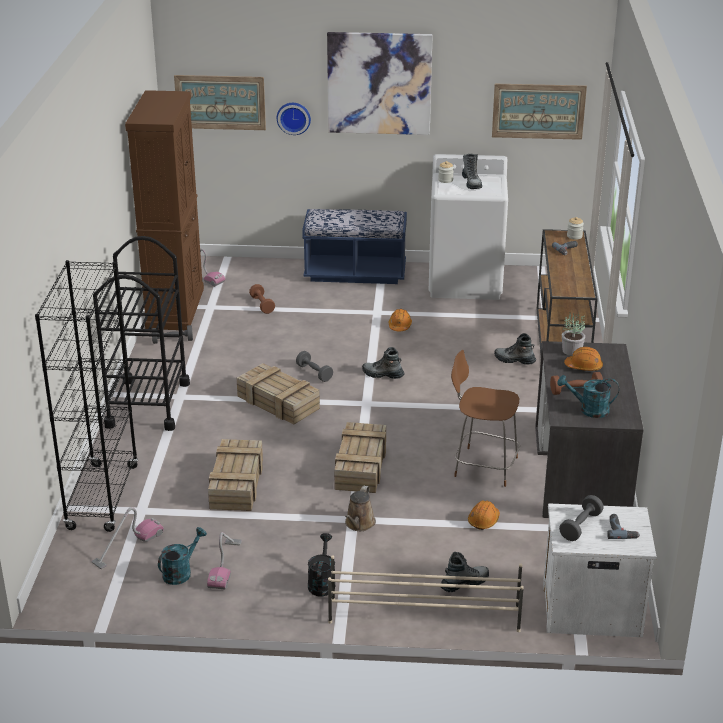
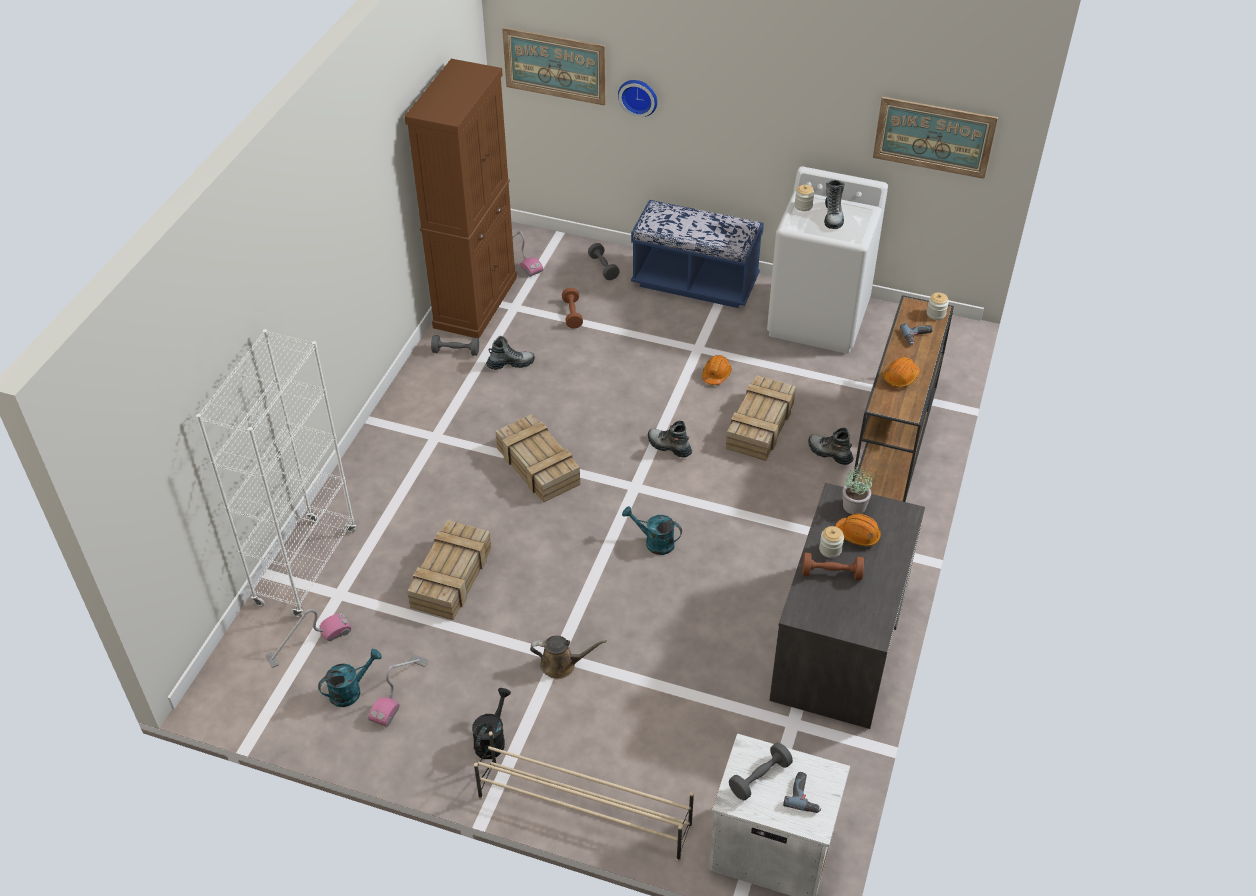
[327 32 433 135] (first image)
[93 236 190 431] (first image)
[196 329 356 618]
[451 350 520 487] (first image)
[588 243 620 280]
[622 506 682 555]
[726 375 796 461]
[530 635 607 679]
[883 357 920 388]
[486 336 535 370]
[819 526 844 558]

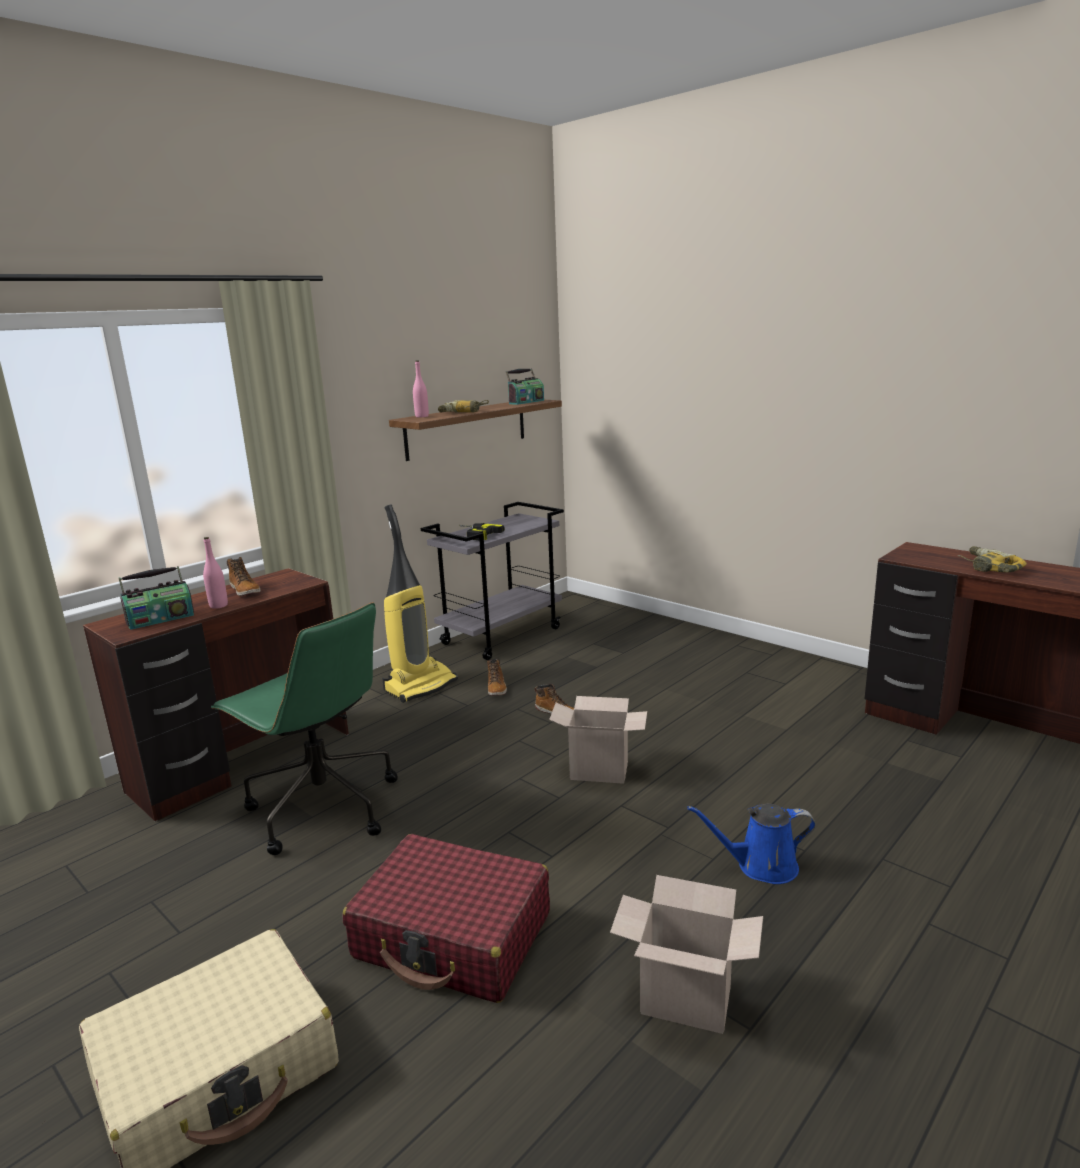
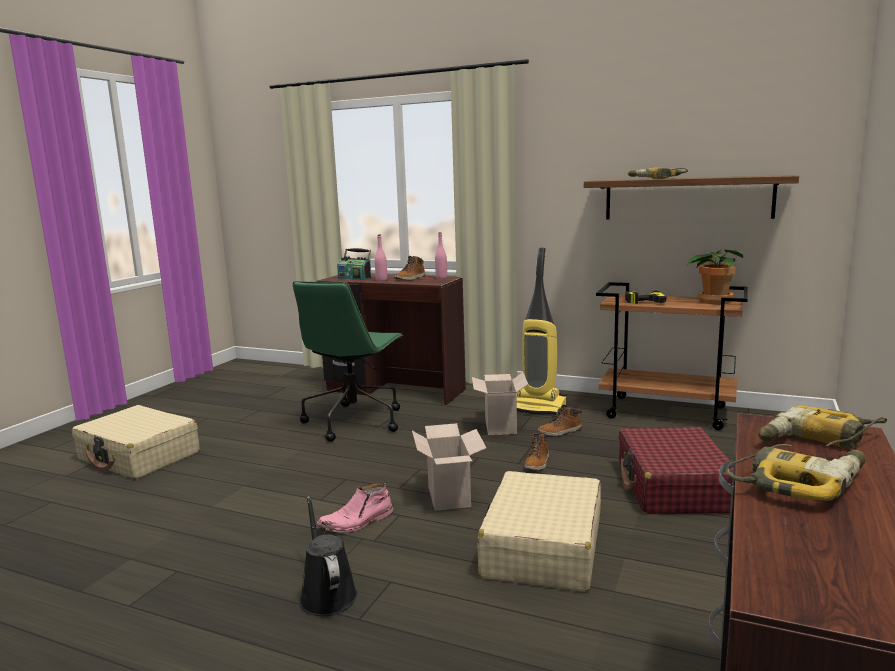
[435 232 447 279]
[506 369 544 405] (first image)
[596 282 748 430]
[299 496 357 616]
[619 427 733 514]
[472 372 528 435]
[686 250 743 304]
[758 406 887 449]
[477 471 601 592]
[317 483 393 533]

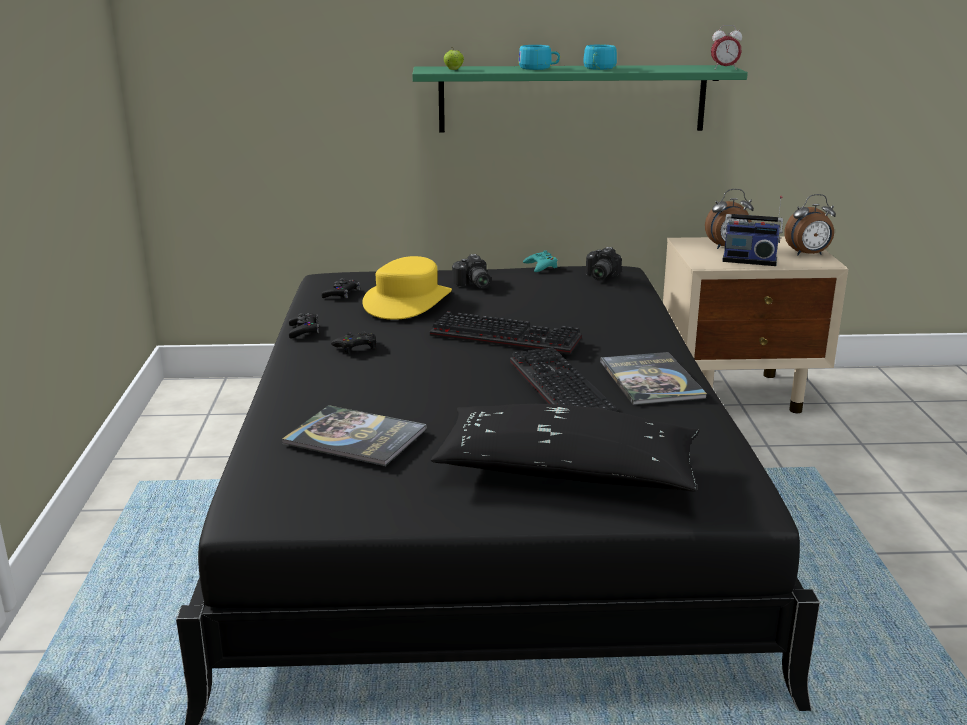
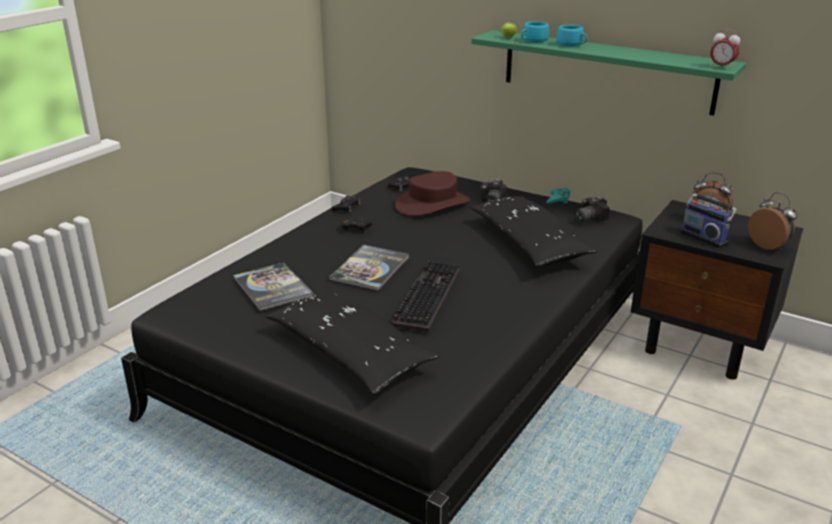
[521 21 549 43]
[748 192 797 250]
[631 200 803 380]
[395 171 470 216]
[430 311 582 354] (first image)
[329 245 409 291]
[470 196 598 266]

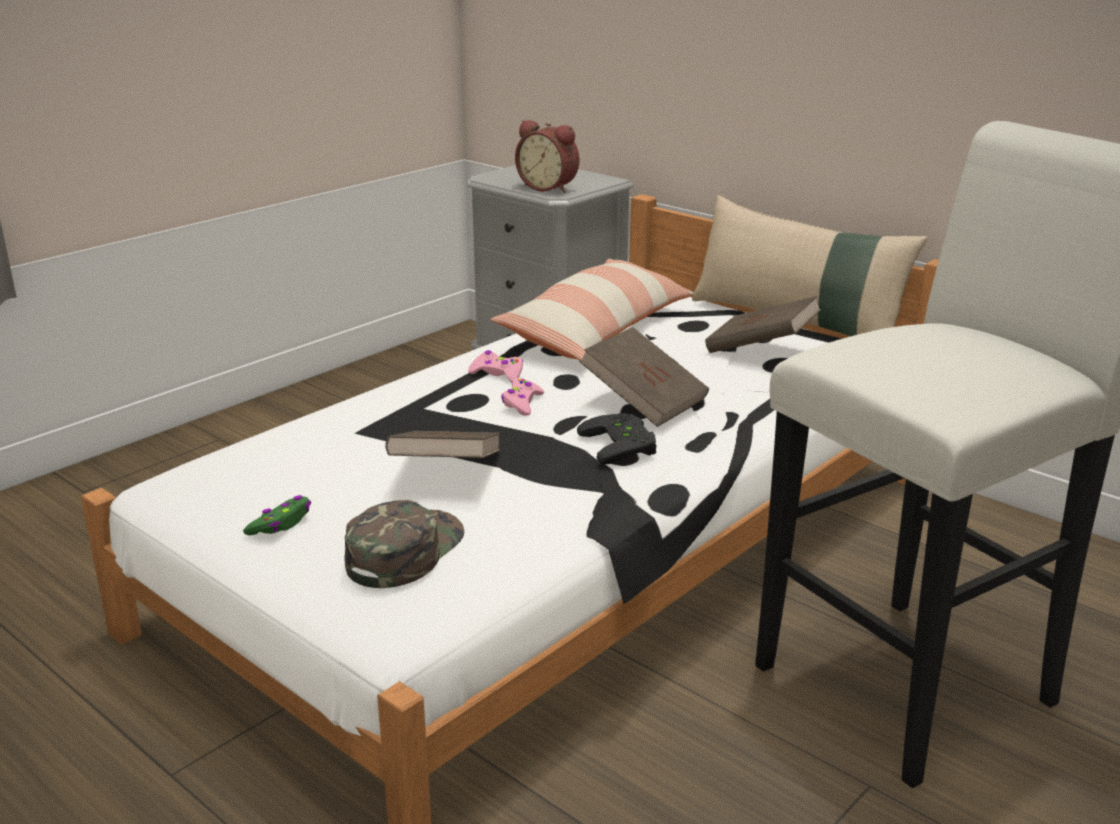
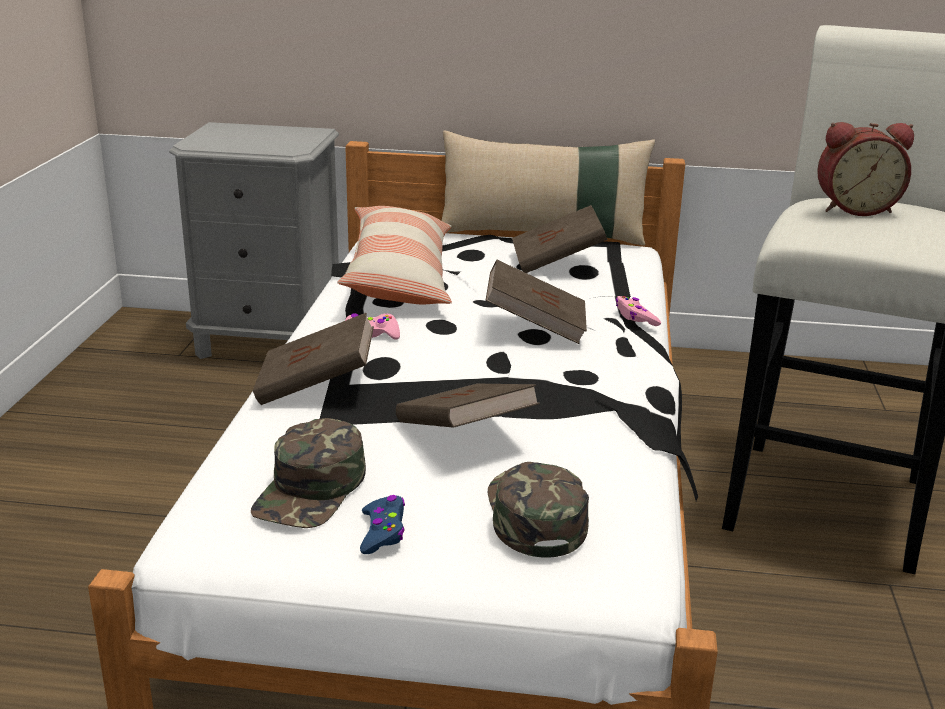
[817 122 914 216]
[616 296 661 326]
[577 413 656 464] (first image)
[360 495 405 554]
[253 313 374 405]
[251 418 366 528]

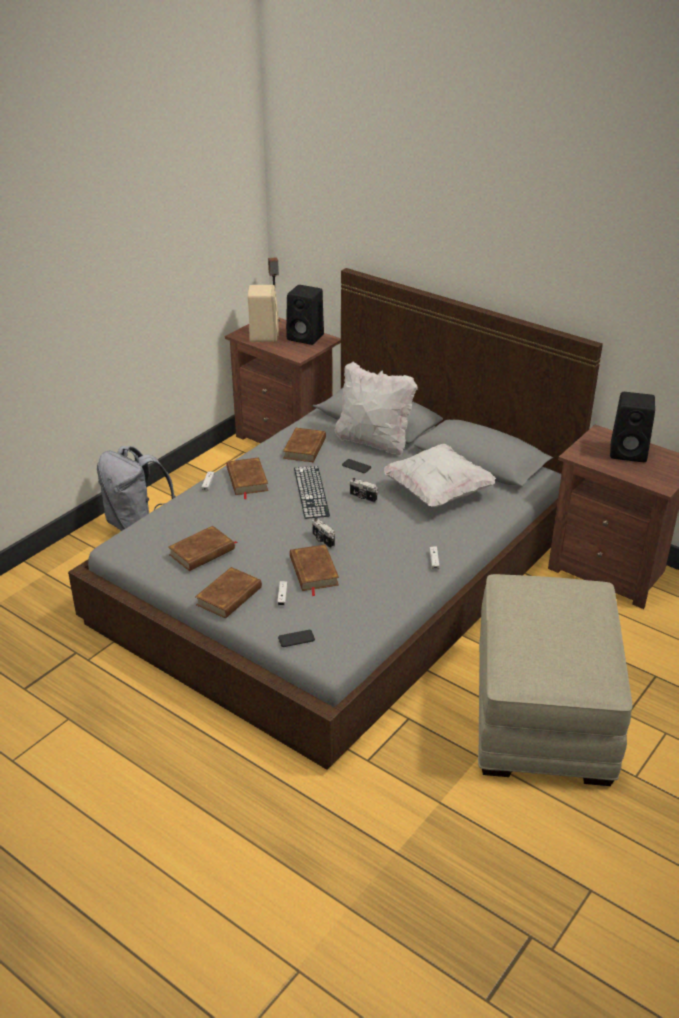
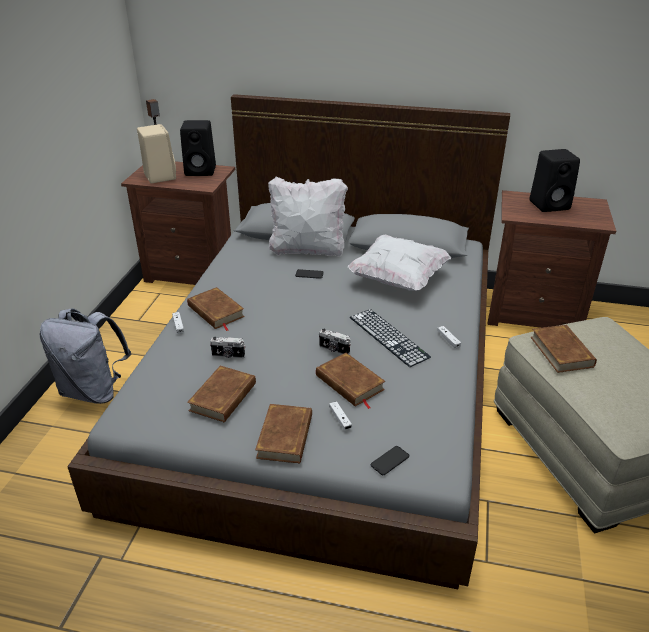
[531 325 597 373]
[350 309 431 367]
[210 337 245 359]

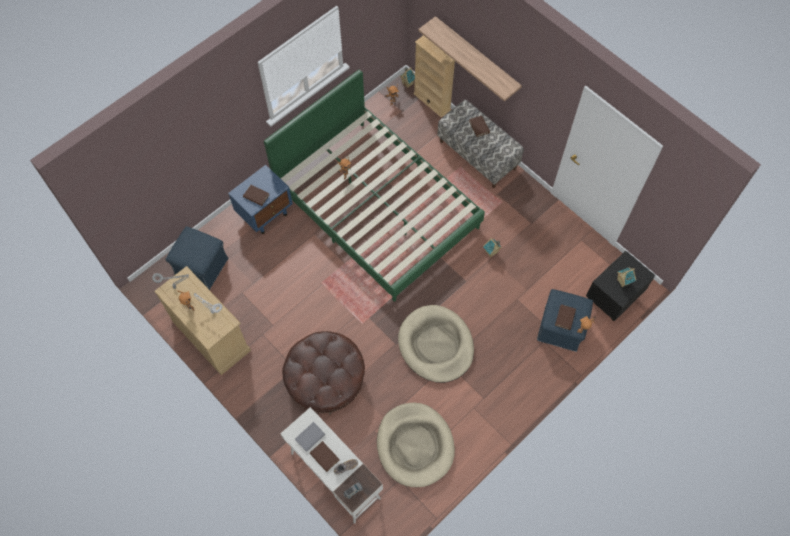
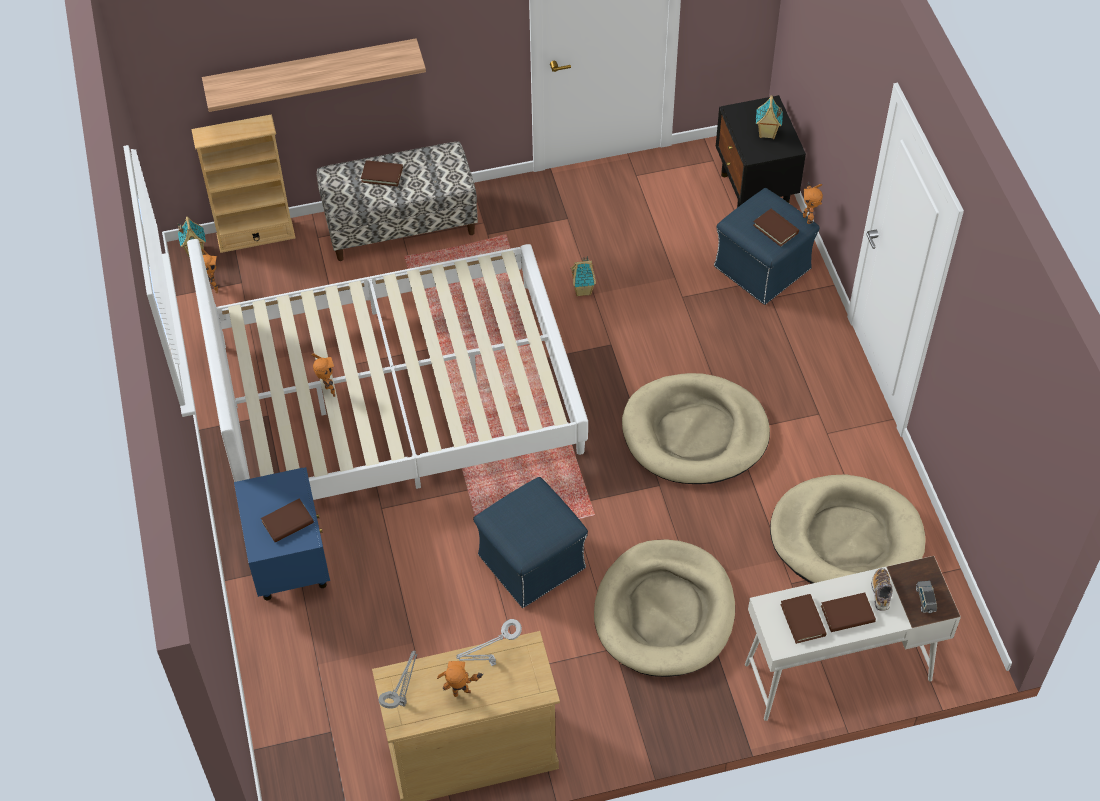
[187 239 588 500]
[473 477 588 608]
[594 539 735 677]
[780 594 827 644]

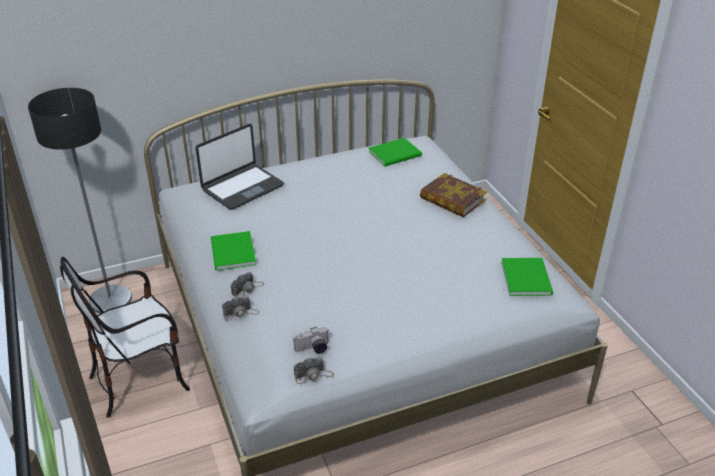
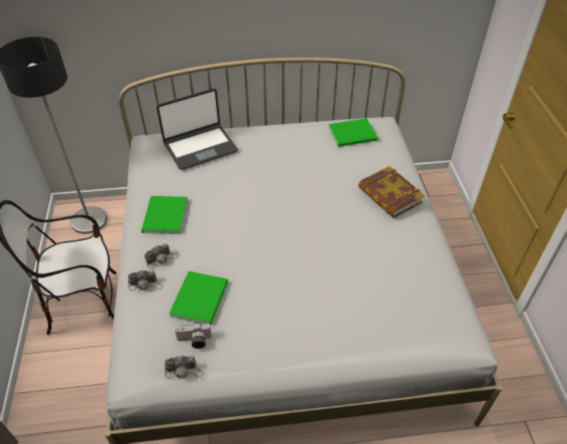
[169 271 228 325]

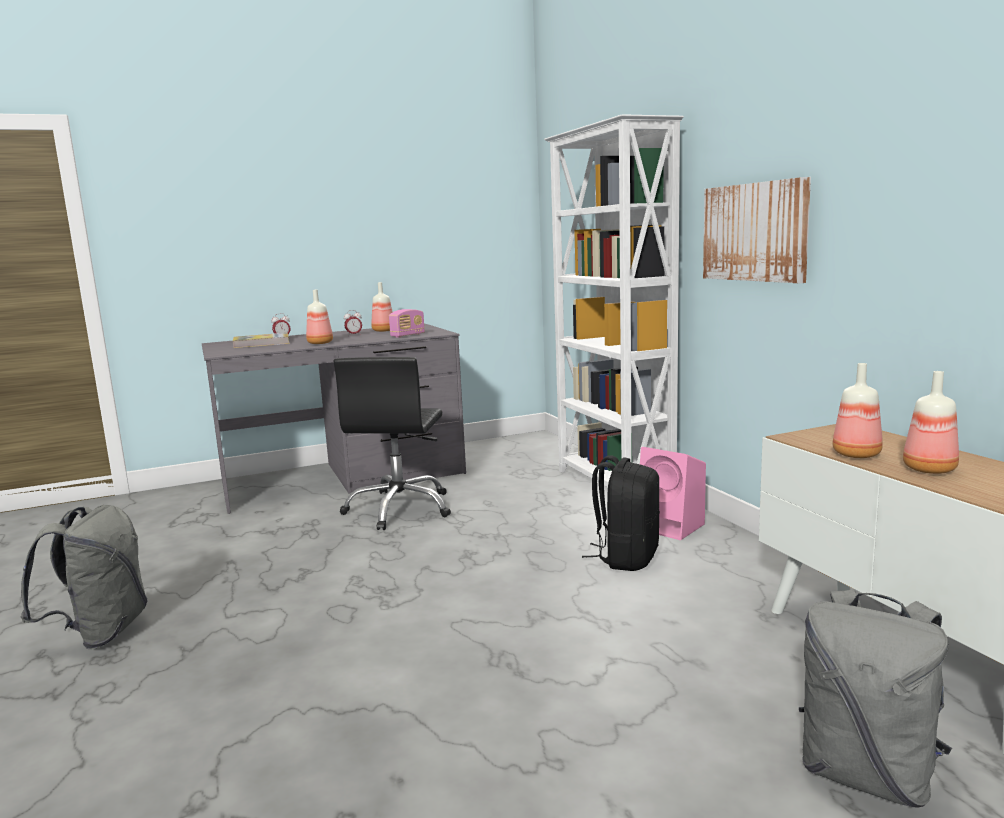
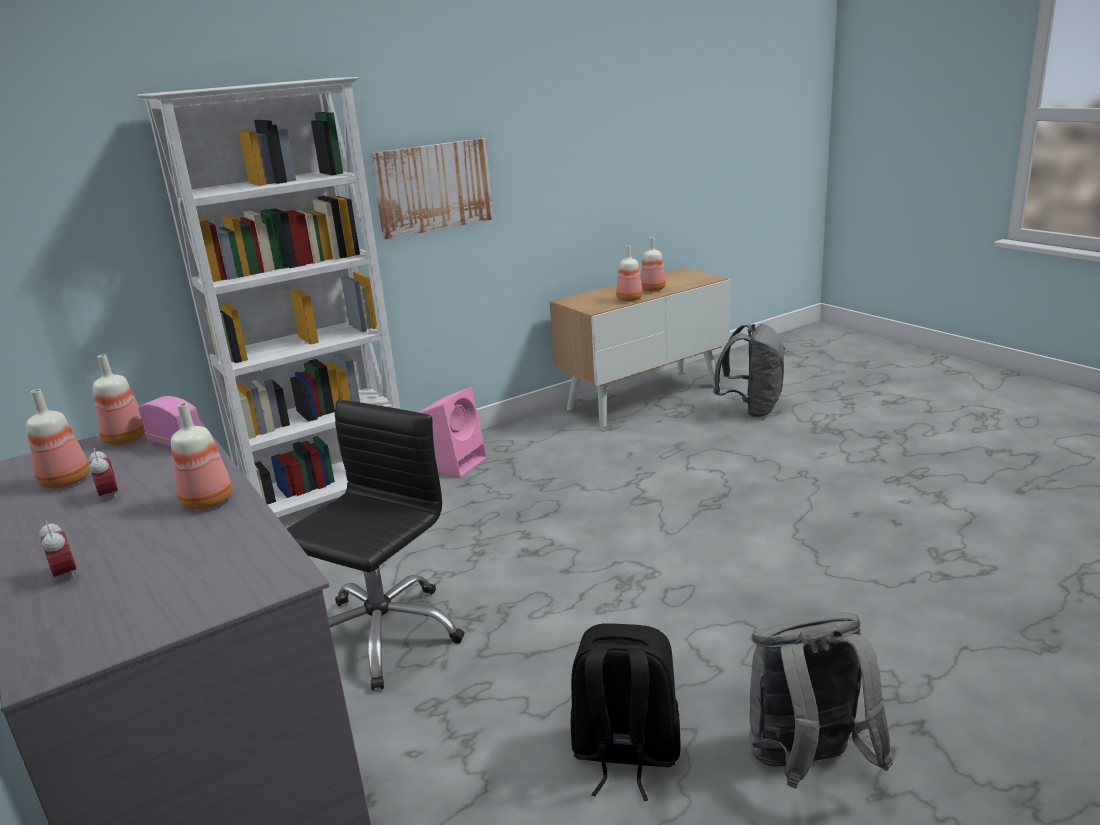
[233 333 290 348] (first image)
[286 400 464 691]
[571 623 681 801]
[93 354 145 445]

